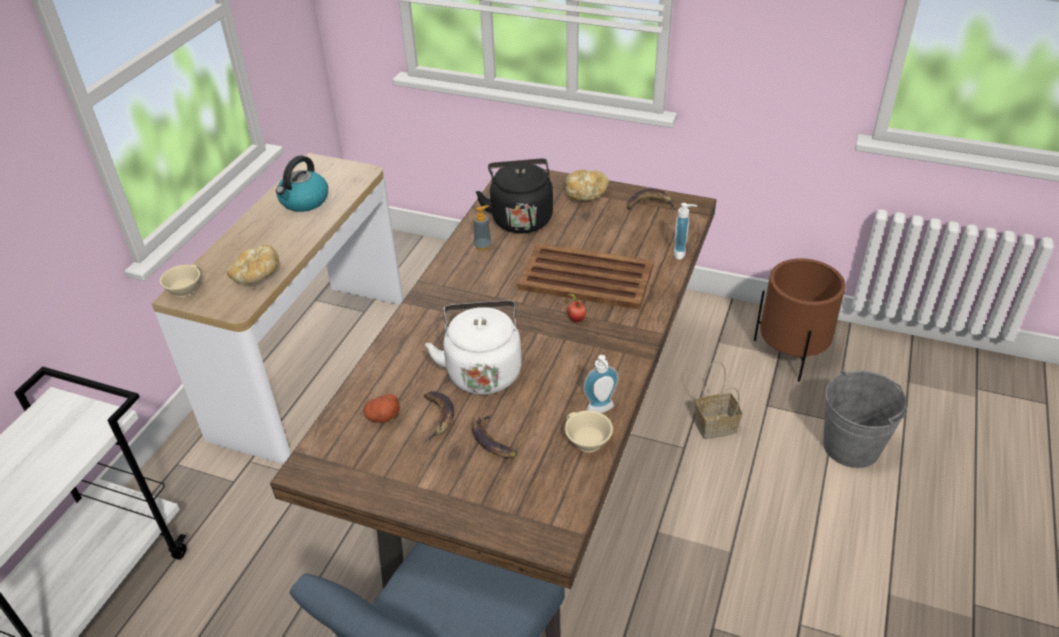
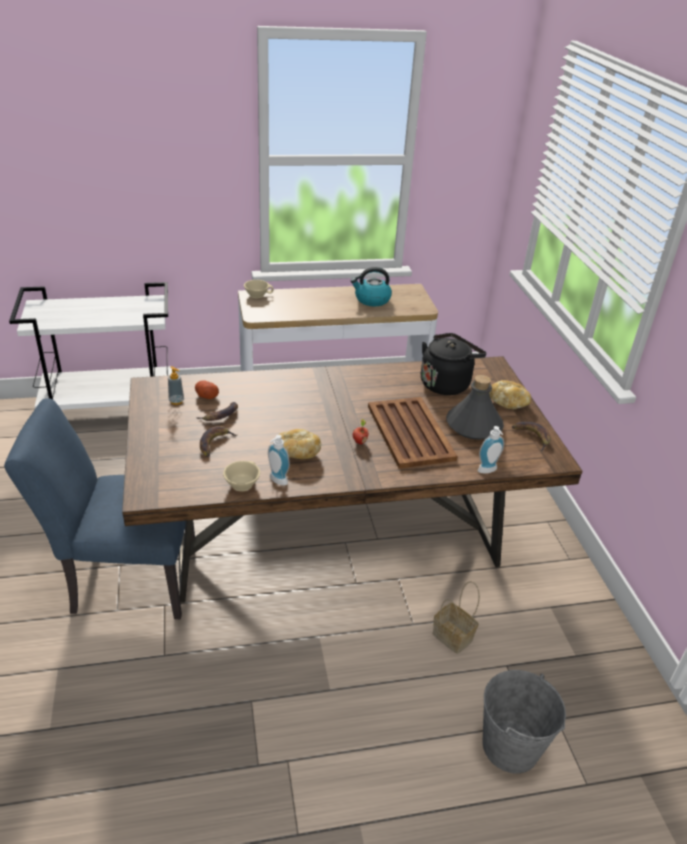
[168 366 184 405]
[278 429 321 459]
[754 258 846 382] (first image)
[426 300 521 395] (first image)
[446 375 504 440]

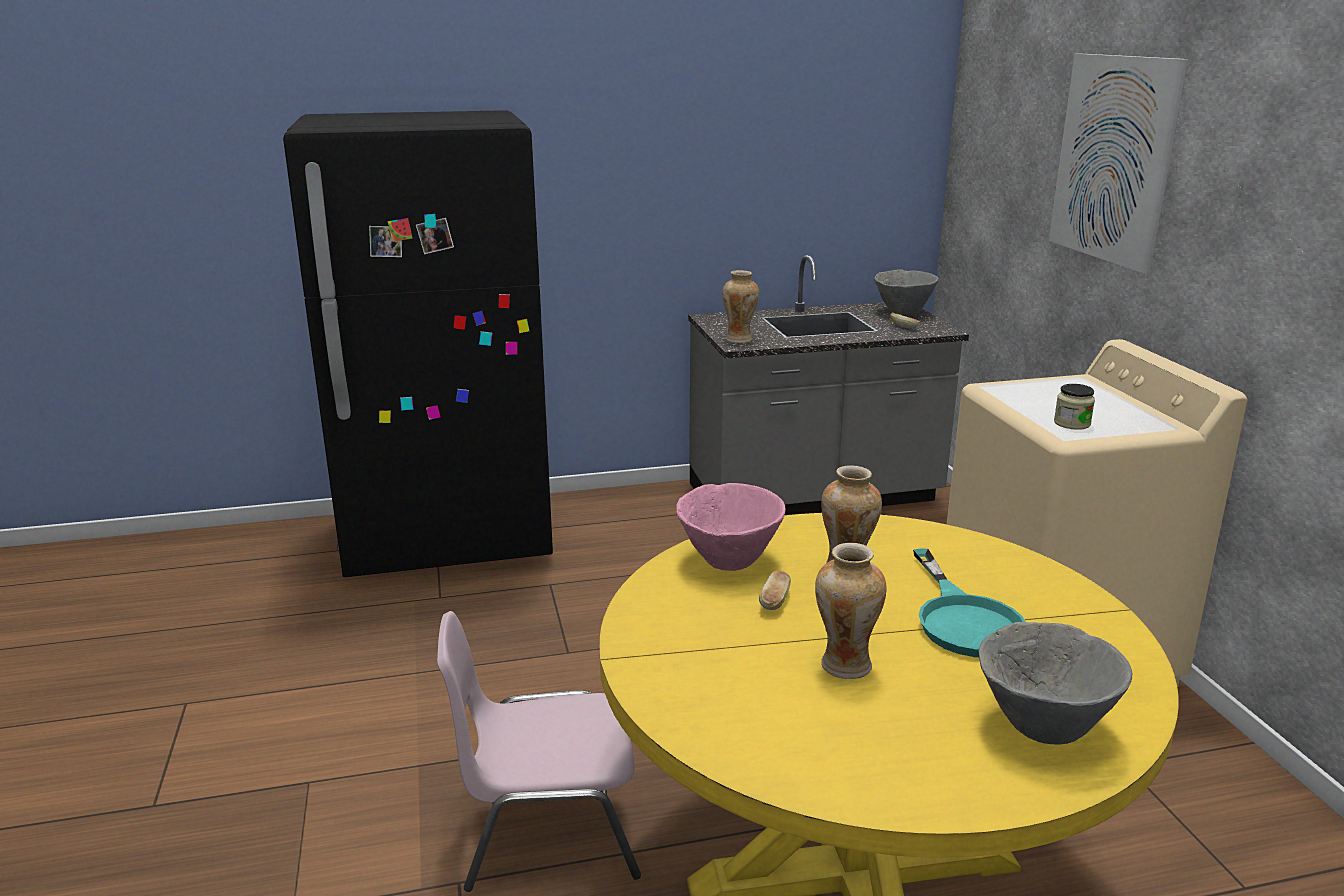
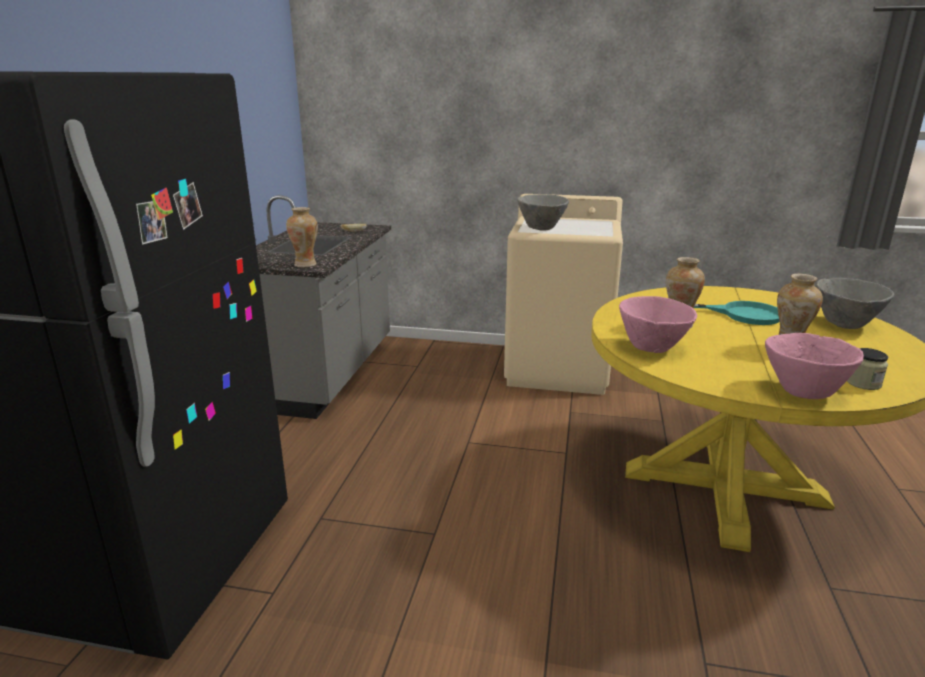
[1049 53 1188 274] (first image)
[517 194 569 231]
[847 348 888 390]
[759 570 791 610] (first image)
[437 611 641 892] (first image)
[765 333 864 399]

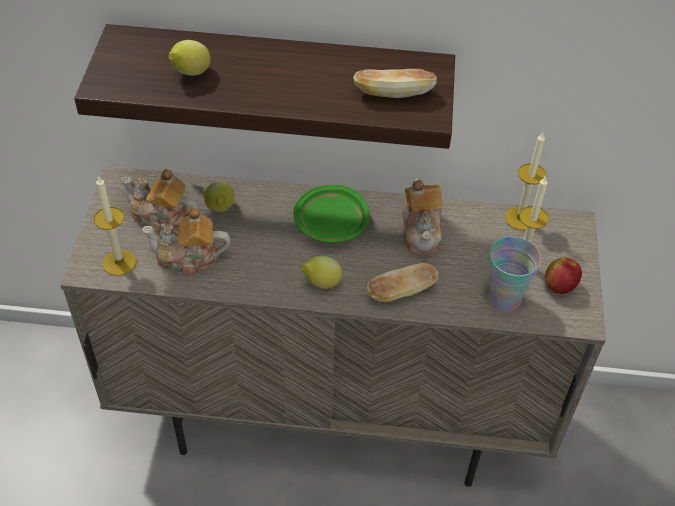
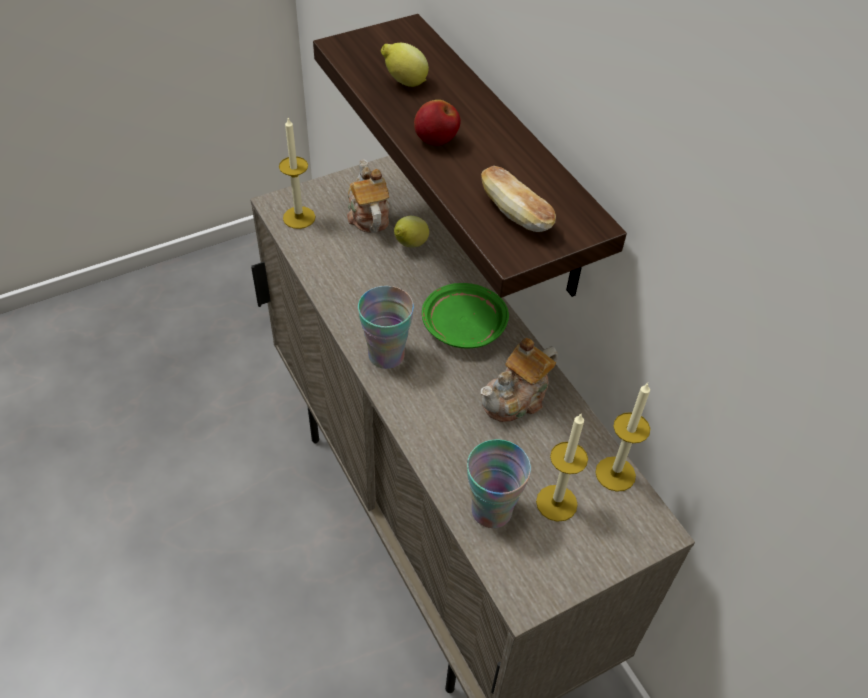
[142 207 230 275] (first image)
[358 286 414 369]
[414 100 461 146]
[366 263 438 302] (first image)

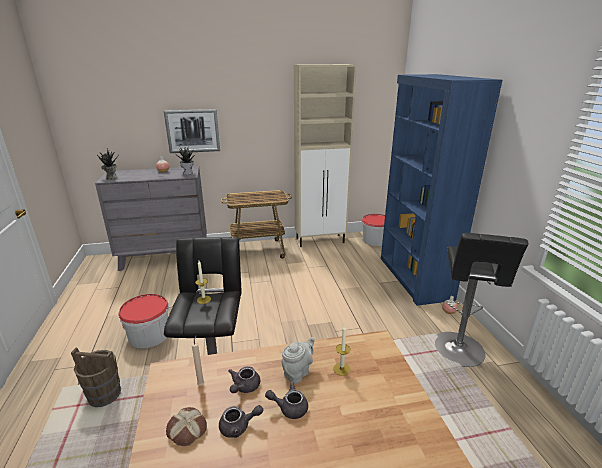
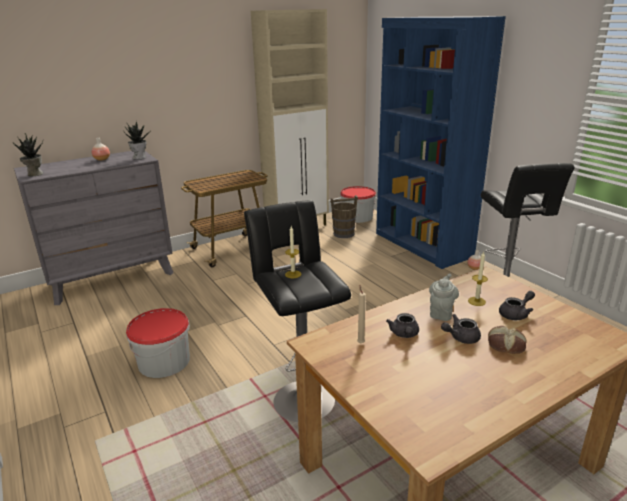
[164 109 220 153] (first image)
[330 195 358 238]
[499 291 535 320]
[488 326 527 354]

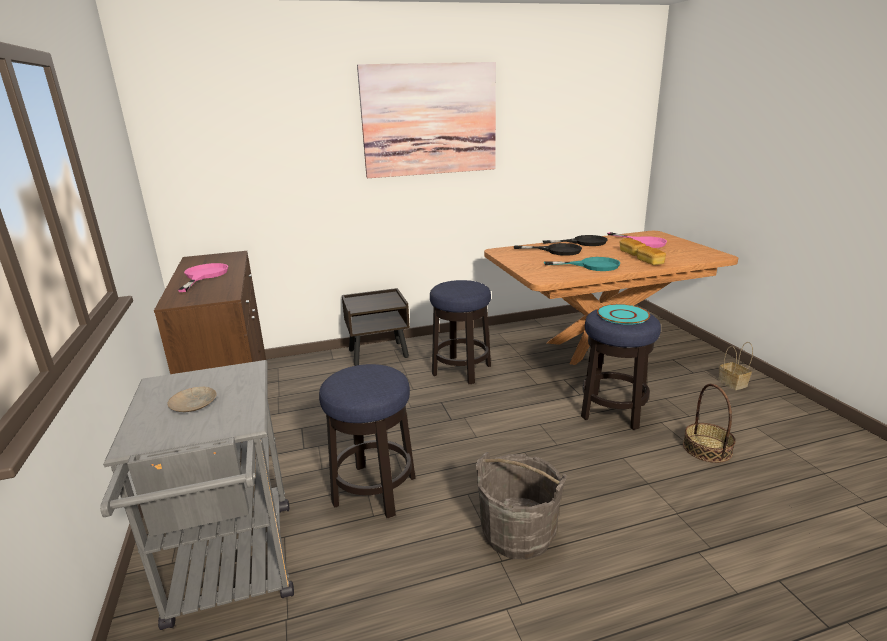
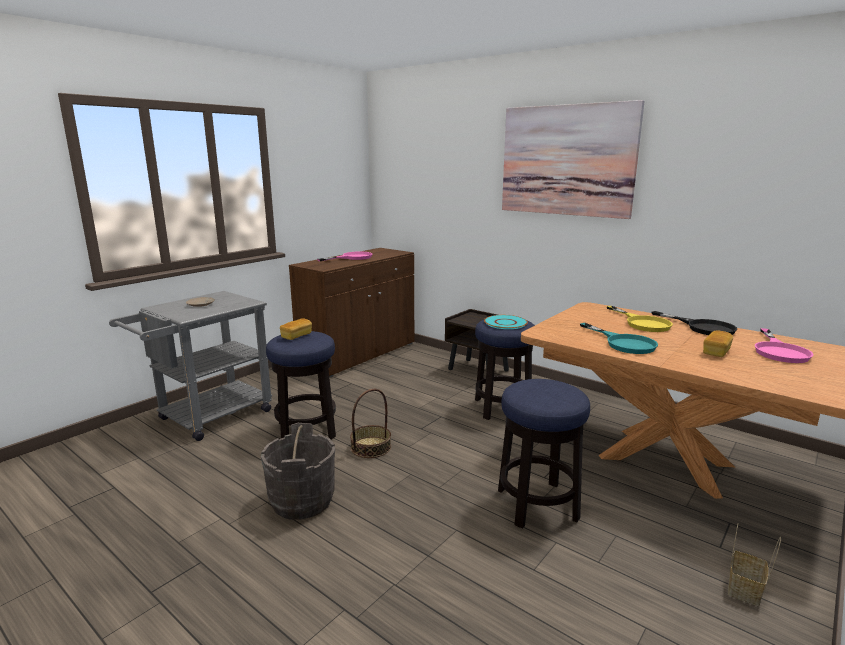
[607 306 673 332]
[280 318 312 340]
[484 315 528 329]
[350 389 391 458]

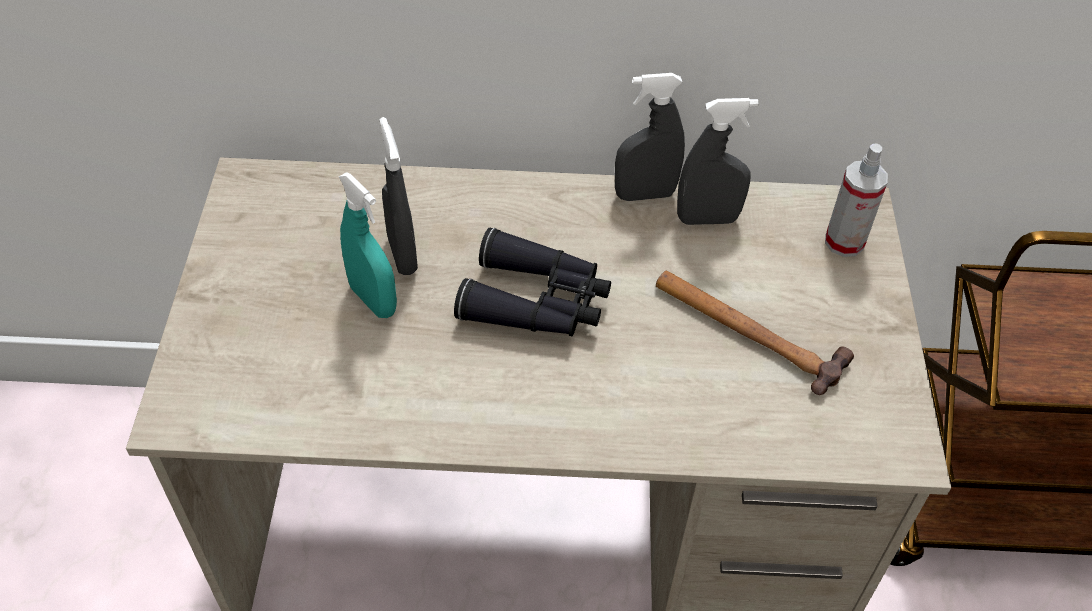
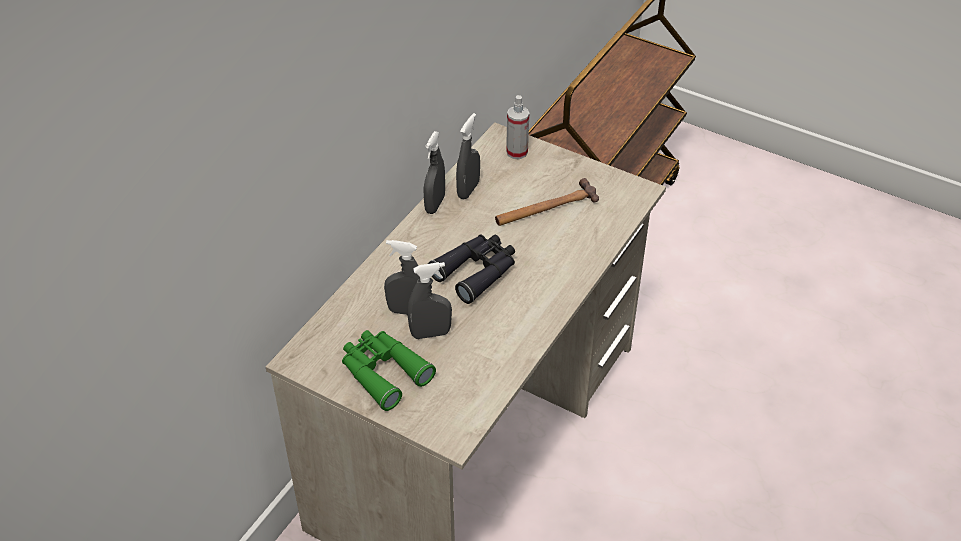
[408 262 452 339]
[342 330 436 411]

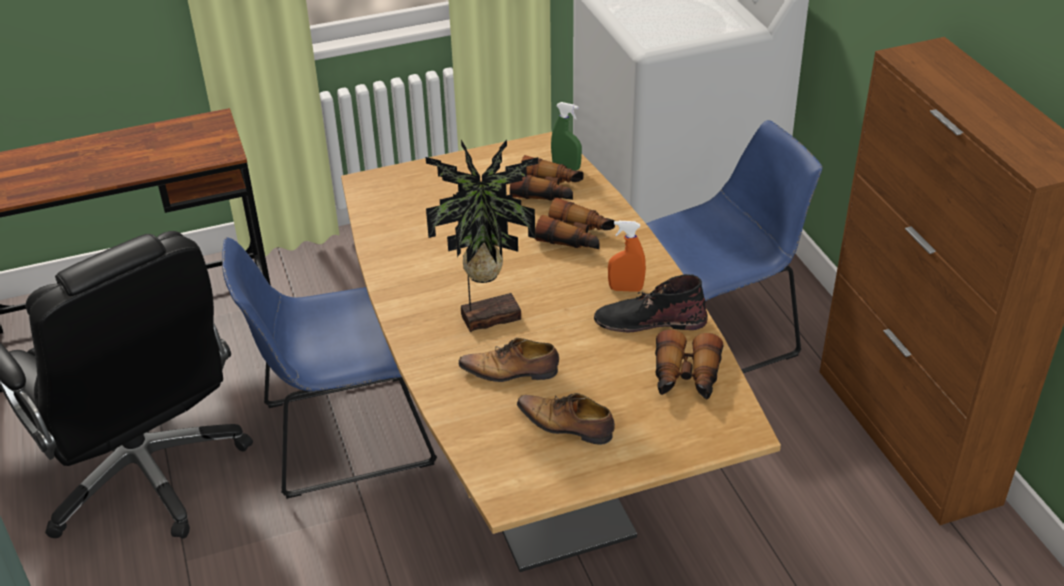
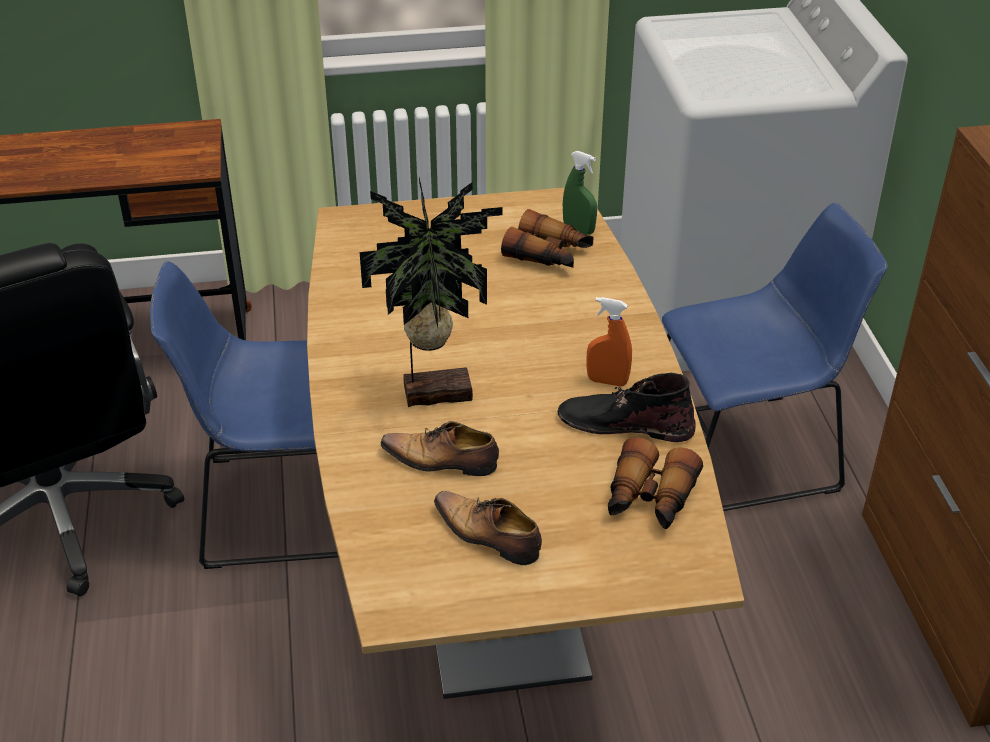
[535 197 615 249] (first image)

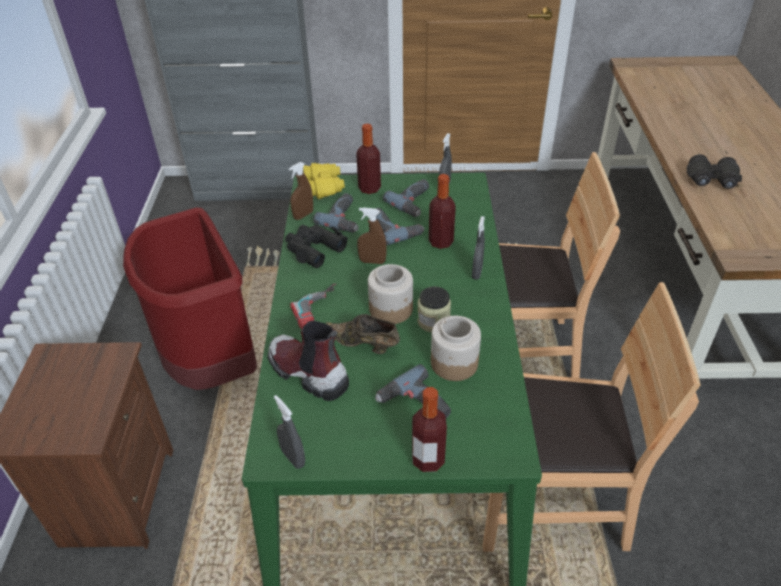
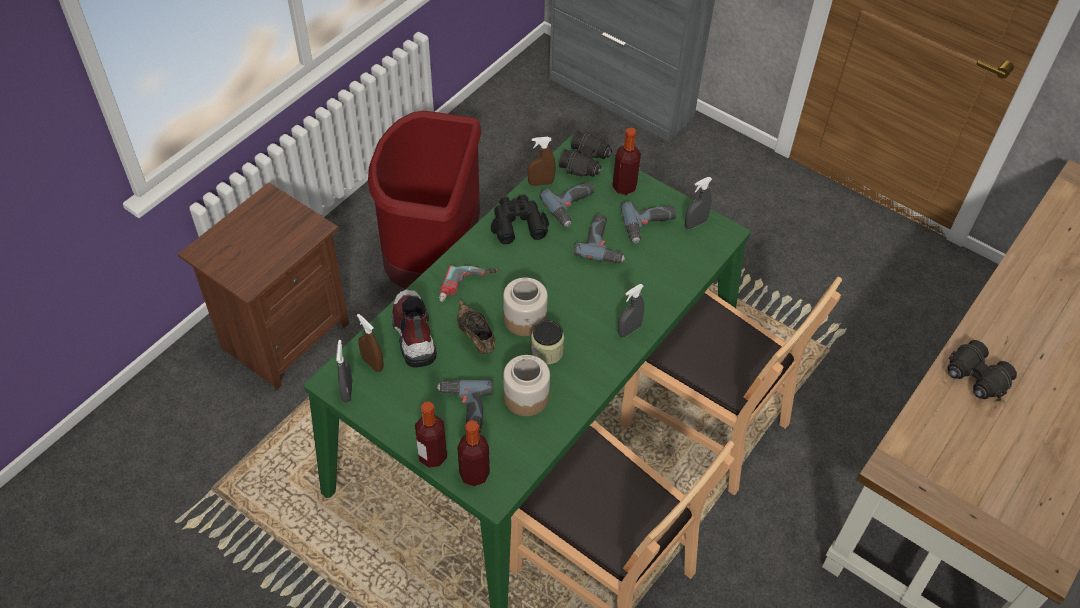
[559 131 612 177]
[457 420 490 487]
[357 314 384 372]

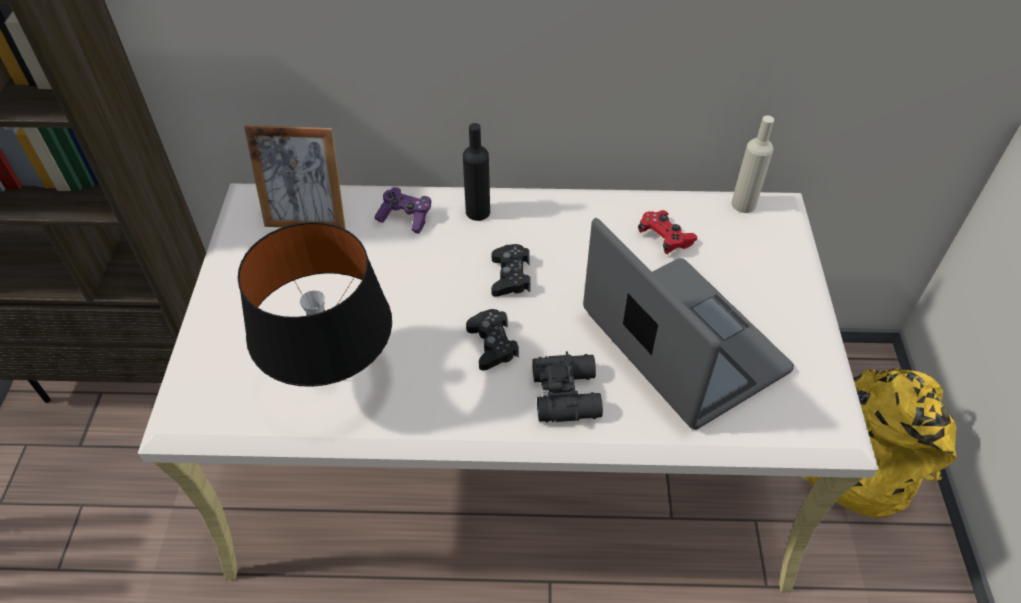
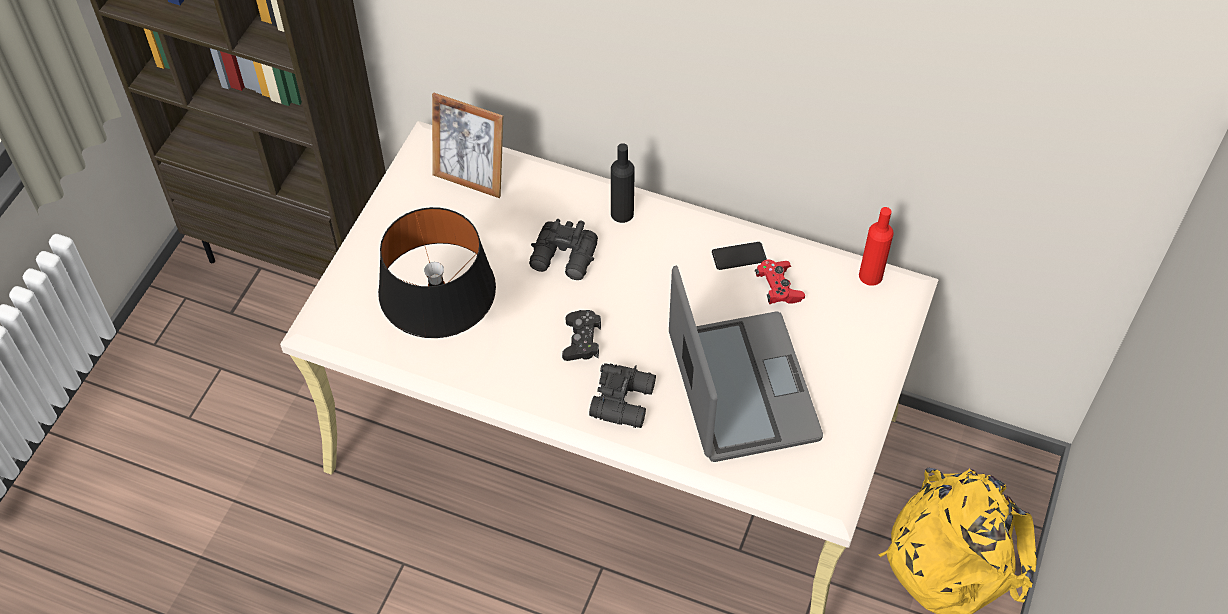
[859 207 894 286]
[374 187 432 234] (first image)
[491 244 531 296] (first image)
[529 219 598 280]
[712 242 767 270]

